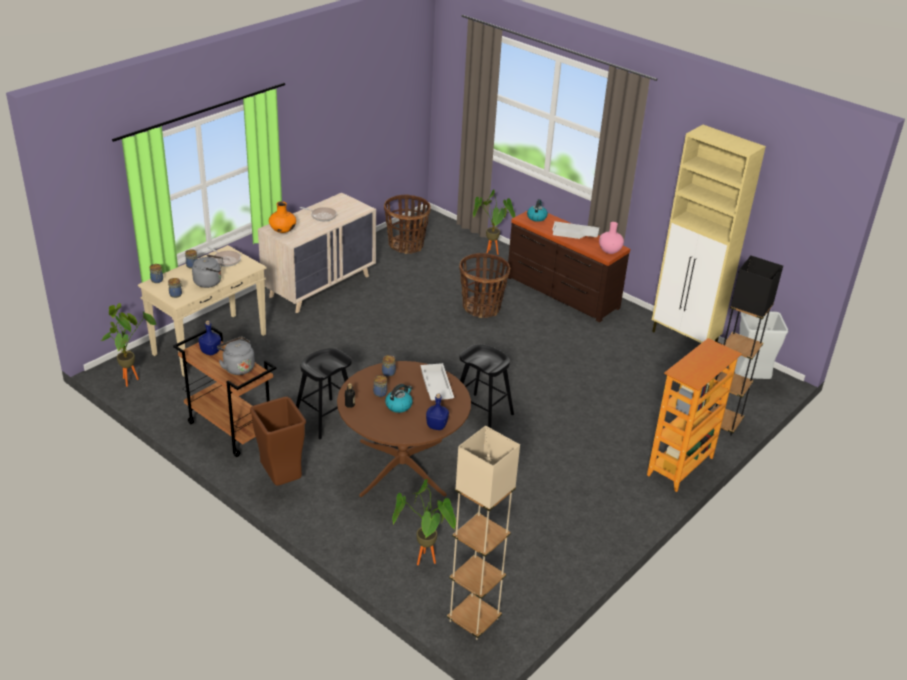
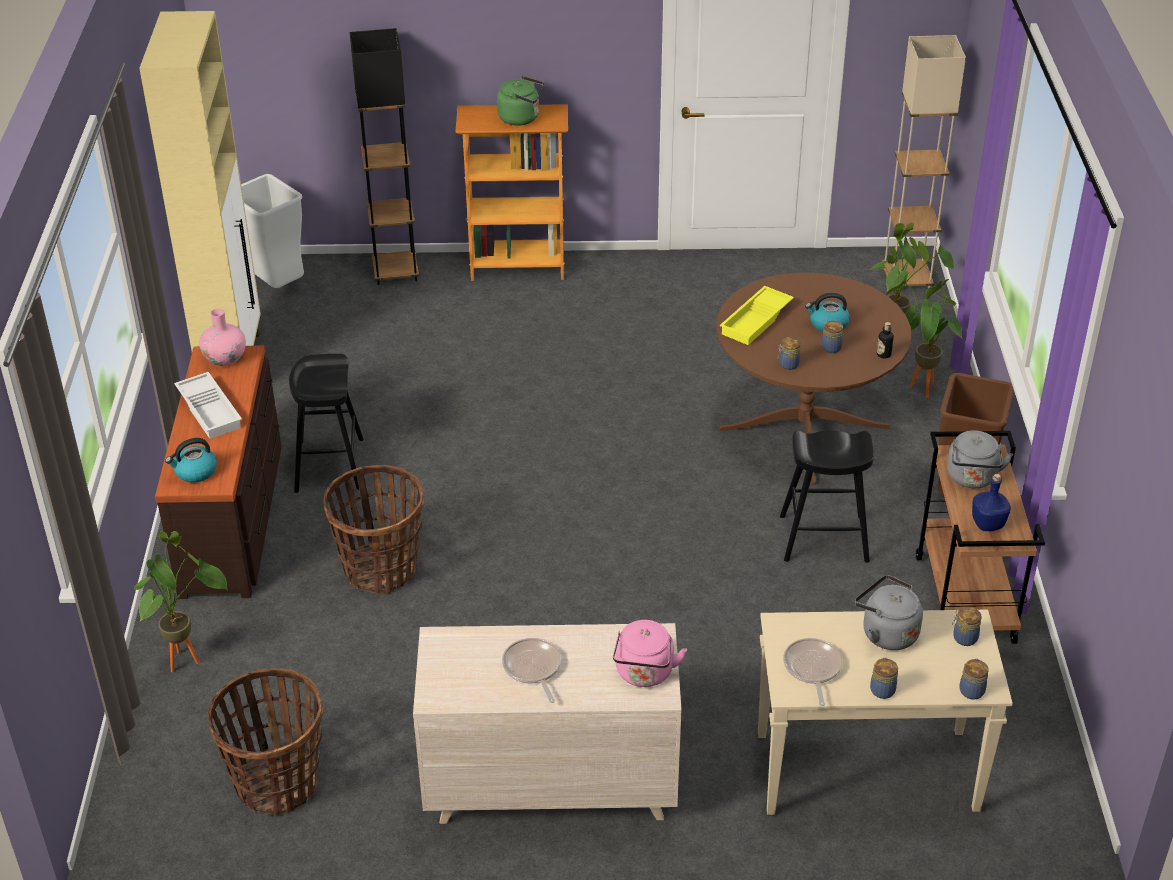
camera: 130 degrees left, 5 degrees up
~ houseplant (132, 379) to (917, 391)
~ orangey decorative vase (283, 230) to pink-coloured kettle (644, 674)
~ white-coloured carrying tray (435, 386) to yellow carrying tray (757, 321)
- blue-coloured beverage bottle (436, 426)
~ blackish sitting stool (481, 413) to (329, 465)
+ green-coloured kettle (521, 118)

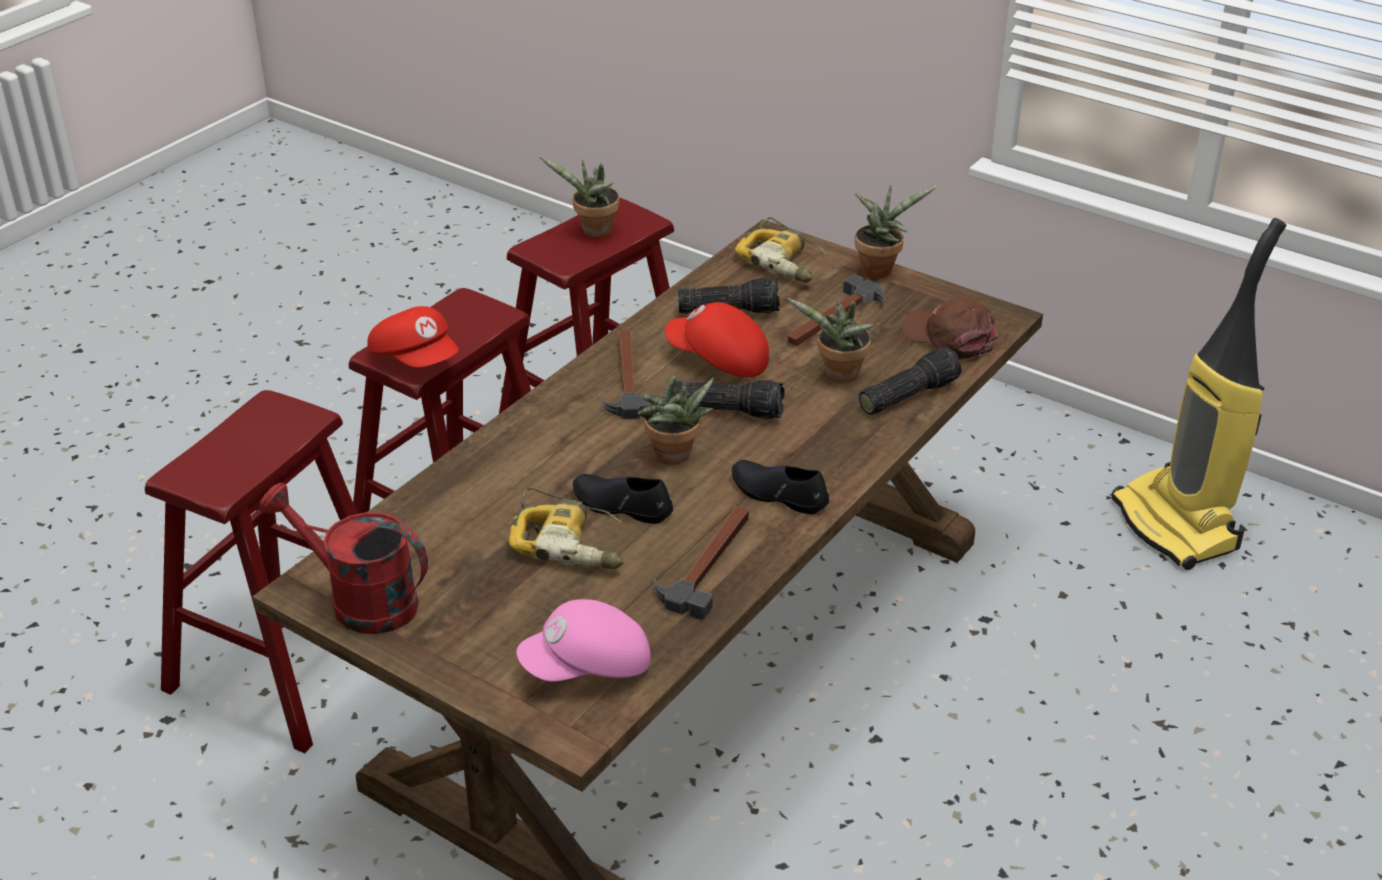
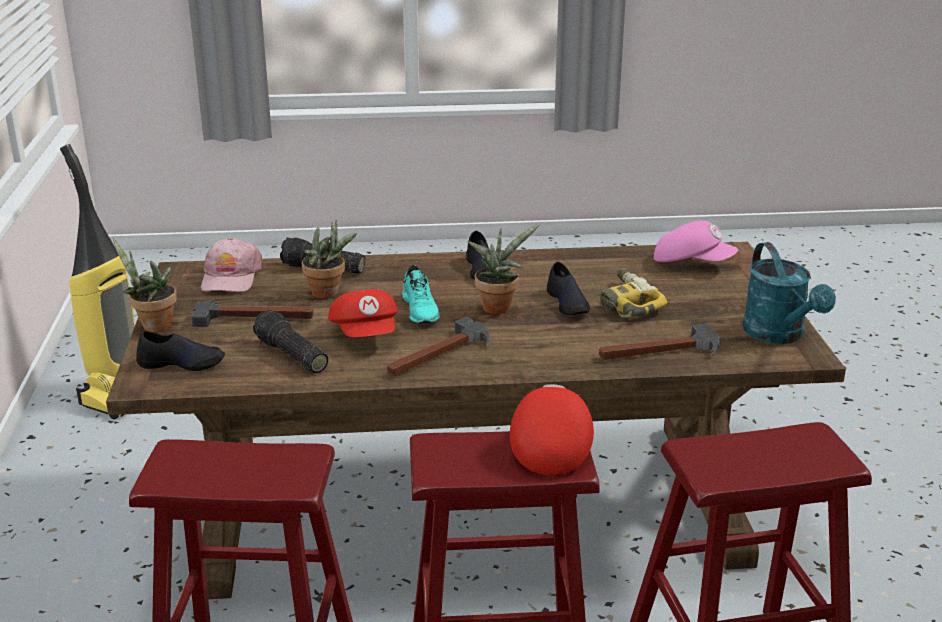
camera: 130 degrees left, 10 degrees down
~ red-coloured watering pot (360, 601) to blue-green watering pot (779, 335)
- houseplant (593, 232)
~ hand hammer (708, 563) to (659, 352)
~ flashlight (729, 410) to blue-green shoe (421, 310)
~ power drill (784, 261) to blackish shoe (182, 363)
~ brown peaked cap (949, 337) to pink-coloured peaked cap (231, 277)

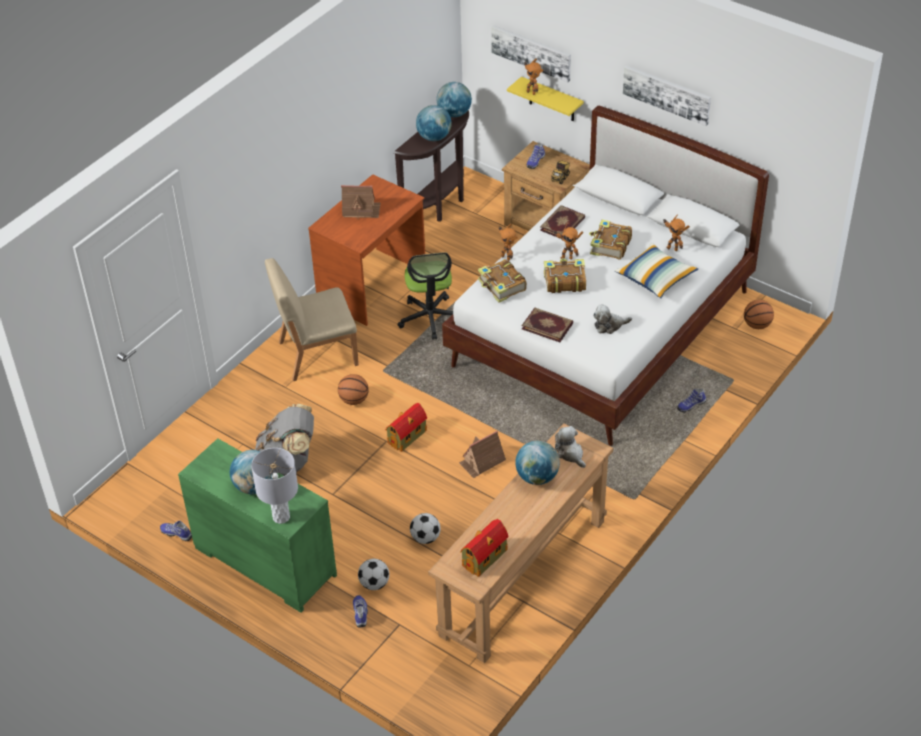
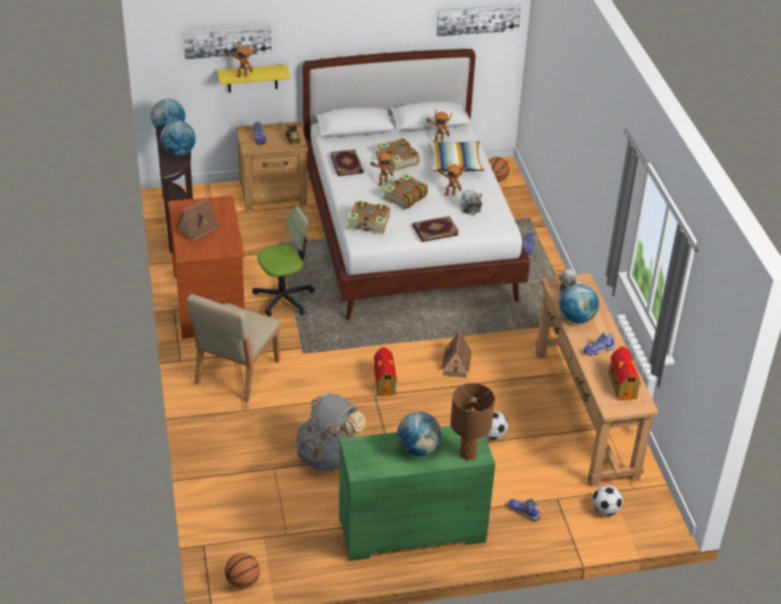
camera: 50 degrees left, 5 degrees down
~ shoe (177, 533) to (598, 349)
~ gray lamp for a table (281, 517) to brown lamp for a table (468, 454)
~ ball for basketball (354, 400) to (243, 582)
~ football (374, 584) to (605, 510)
~ desk chair (430, 317) = (284, 298) 60 degrees counterclockwise
~ model robot (506, 257) to (449, 193)
~ wall art (667, 94) to (478, 19)

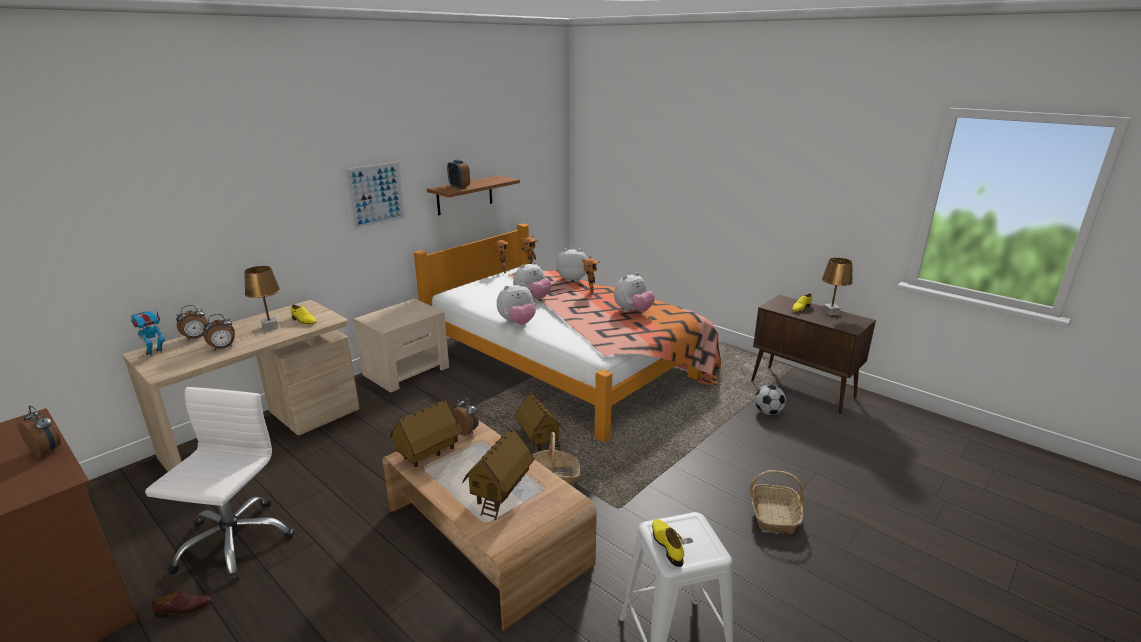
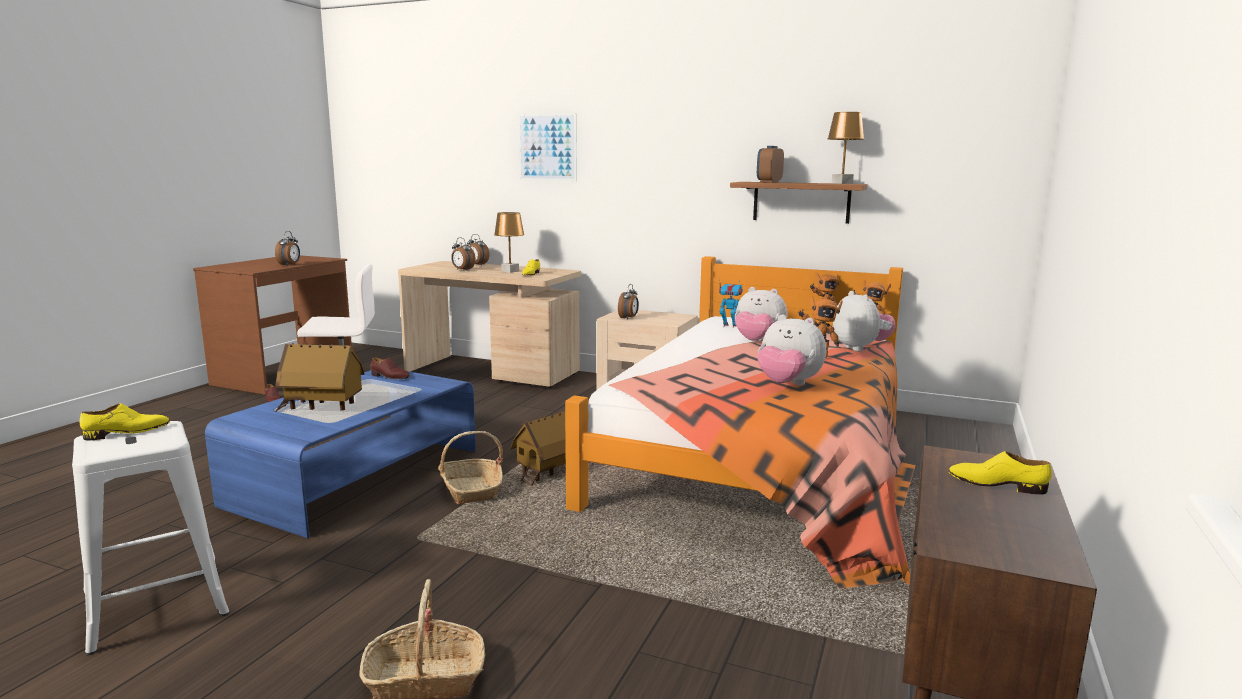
camera: 70 degrees right, 10 degrees down
~ model robot (155, 353) to (729, 326)
~ wall art (376, 195) to (547, 147)
~ brown coffee table (487, 536) to blue-coloured coffee table (357, 476)
~ model house (429, 454) to brown shoe (390, 377)
~ alarm clock (467, 431) to (628, 318)
- plush toy (517, 323)
- football (768, 412)
~ brown lamp for a table (830, 312) to (842, 183)

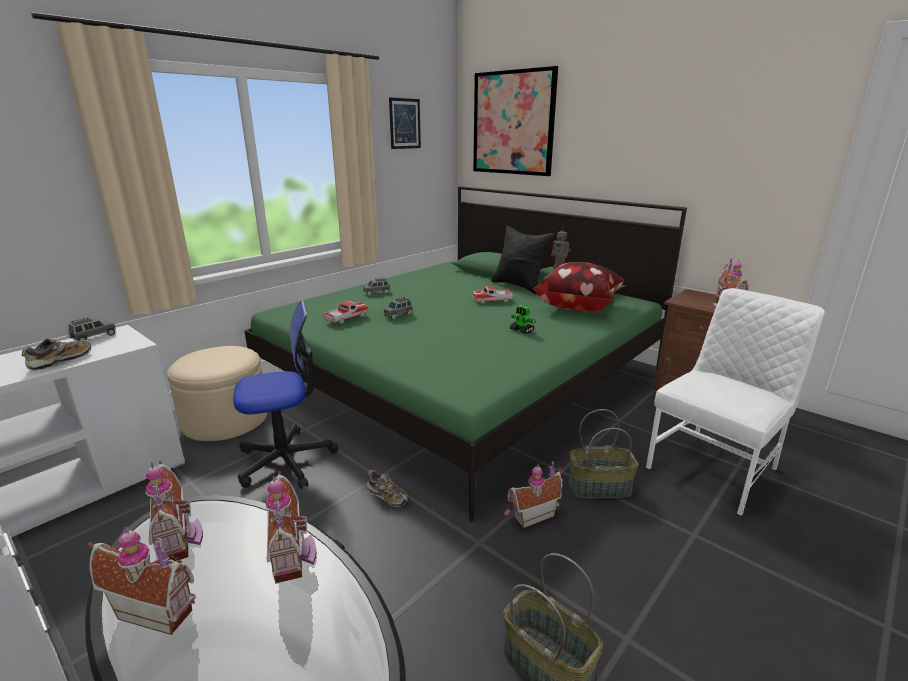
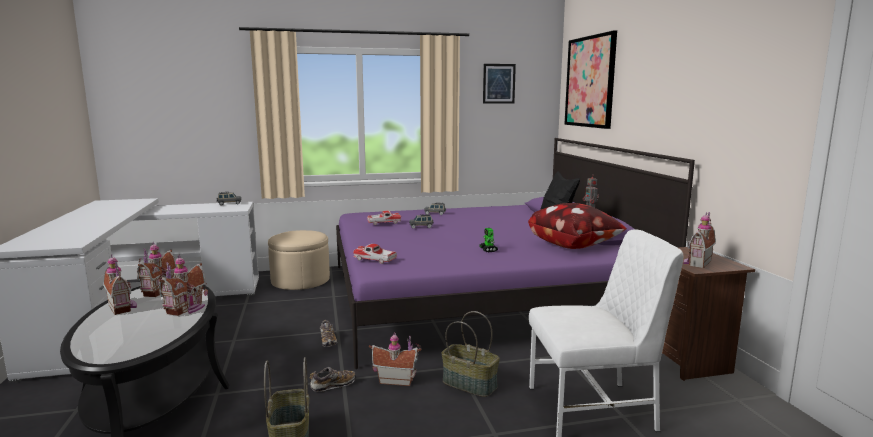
camera: 35 degrees right, 10 degrees down
~ shoe (61, 361) to (333, 385)
- desk chair (286, 460)
~ green-coloured bed (463, 377) to purplish bed (480, 295)
~ miniature car (492, 300) to (375, 259)

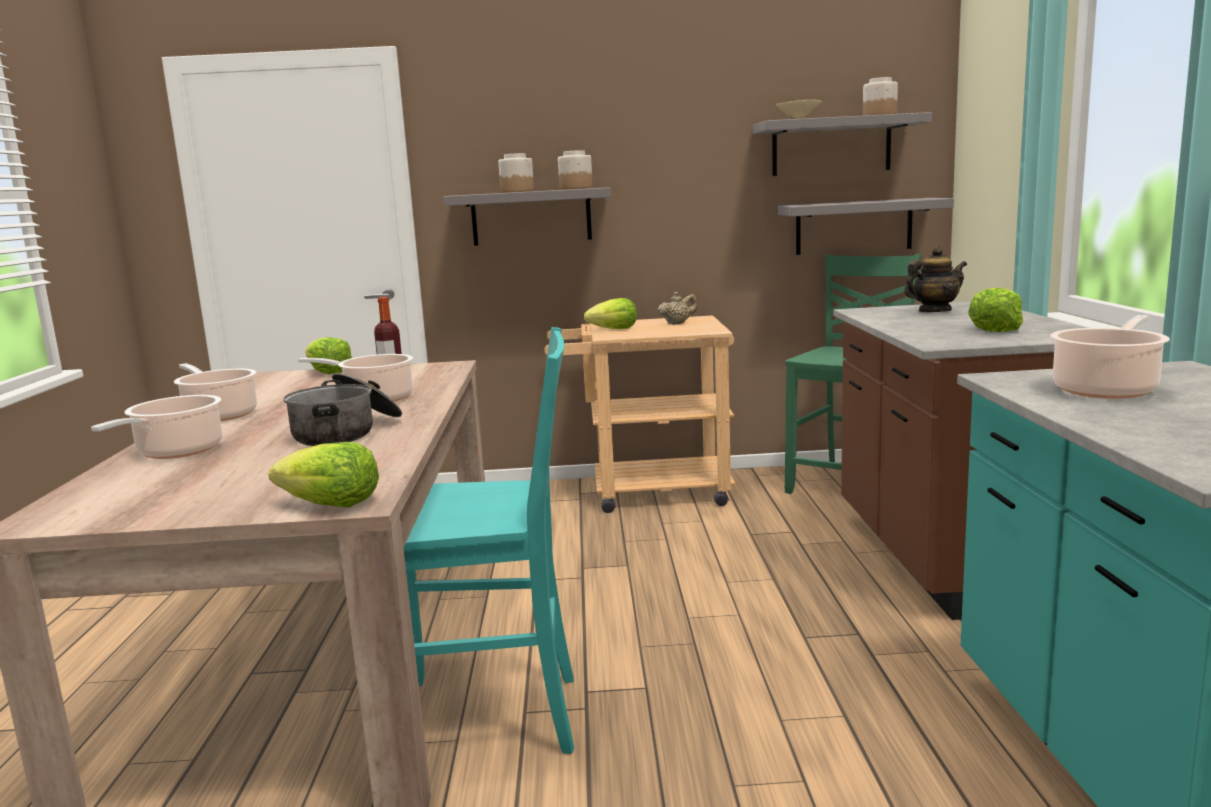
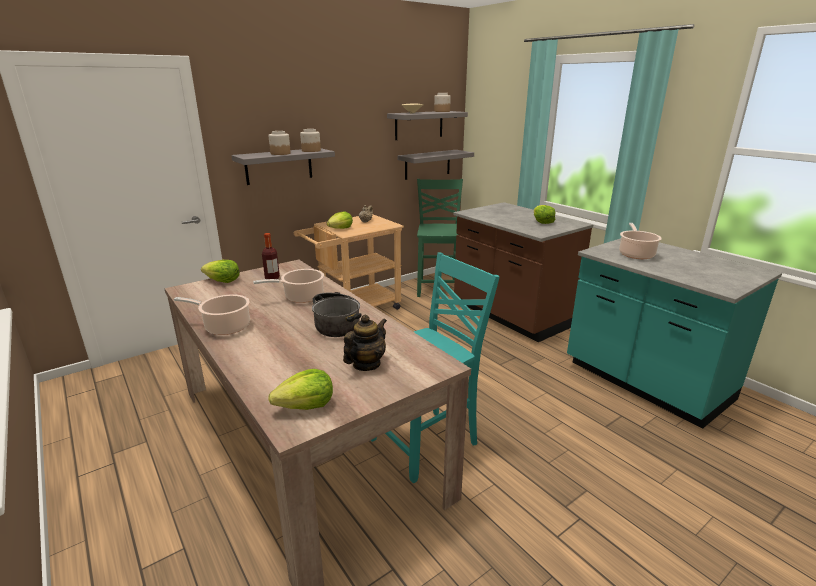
camera: 35 degrees left, 10 degrees up
- stockpot (176, 452)
~ head of lettuce (331, 504) to (306, 406)
~ pot for tea (934, 311) to (366, 364)

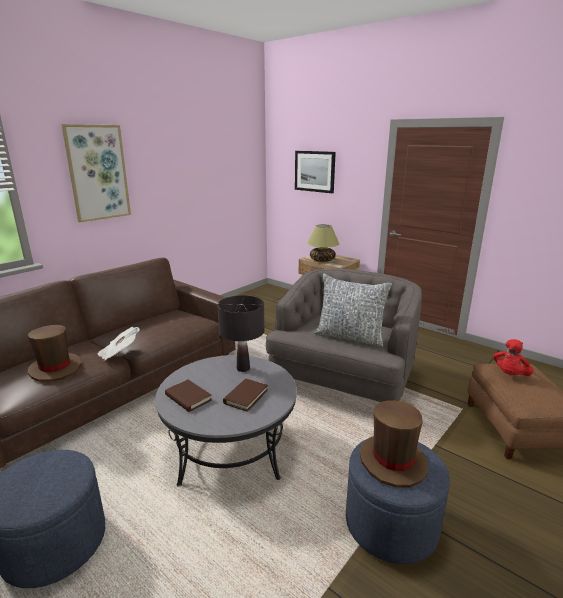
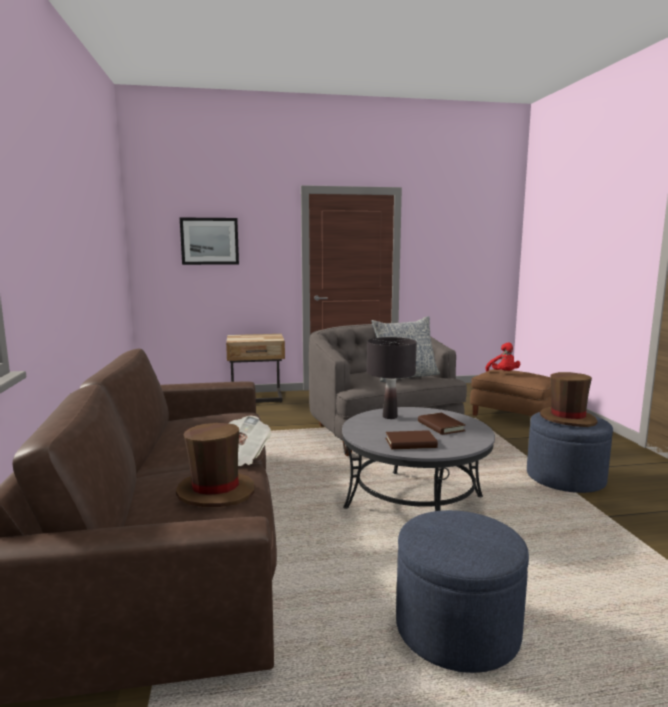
camera: 50 degrees left, 10 degrees down
- wall art (98, 173)
- lamp for a table (322, 260)

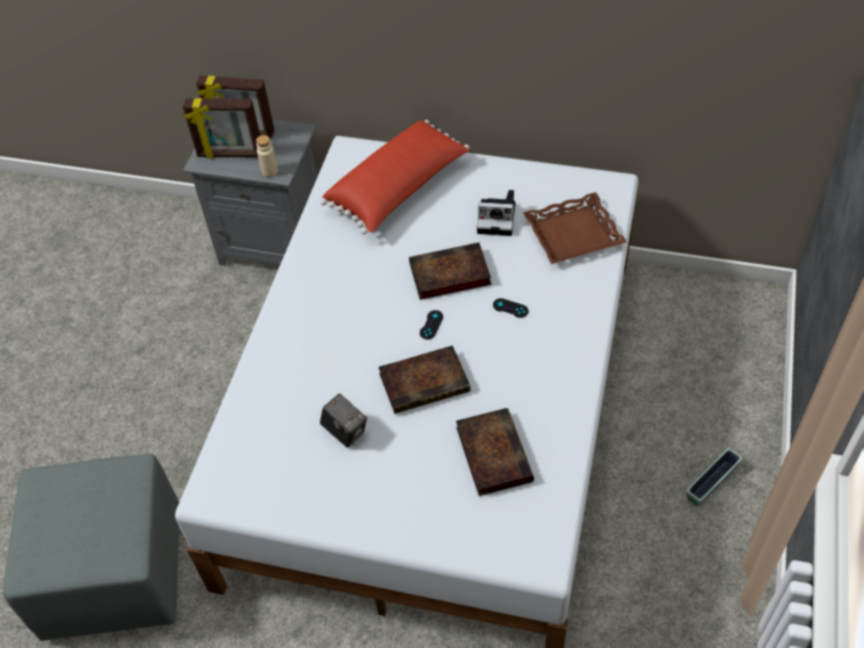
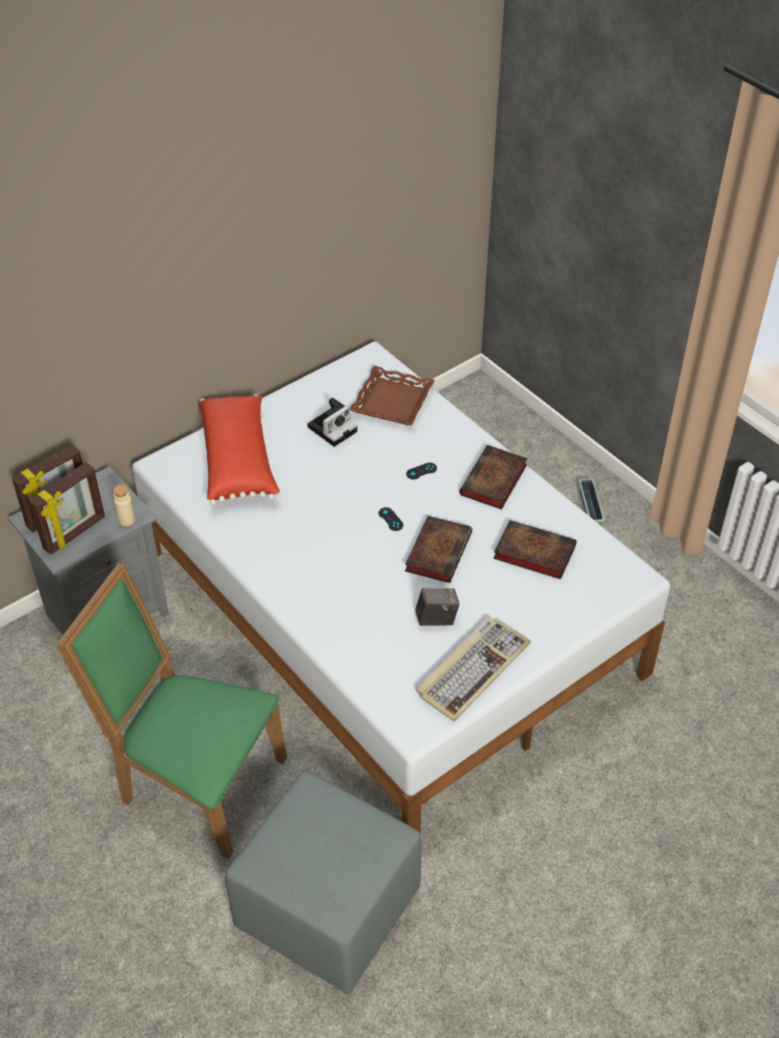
camera: 55 degrees left, 5 degrees down
~ bound book (448, 275) to (493, 482)
+ green-coloured plain chair (194, 781)
+ PC keyboard (472, 669)

